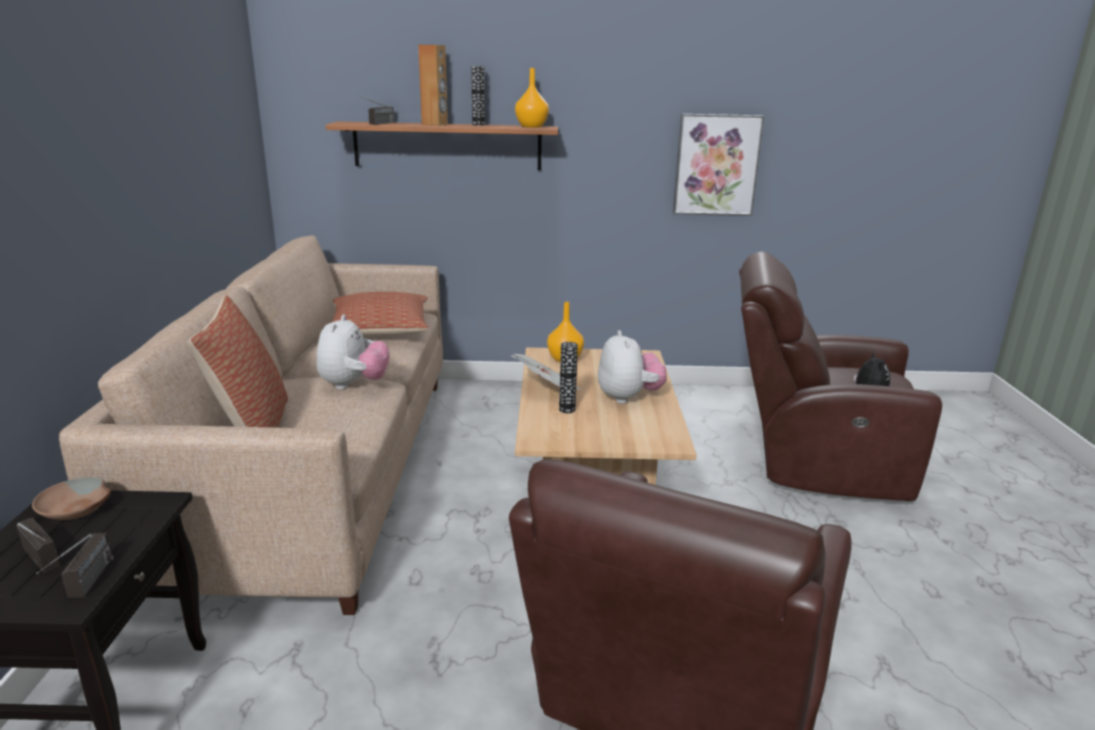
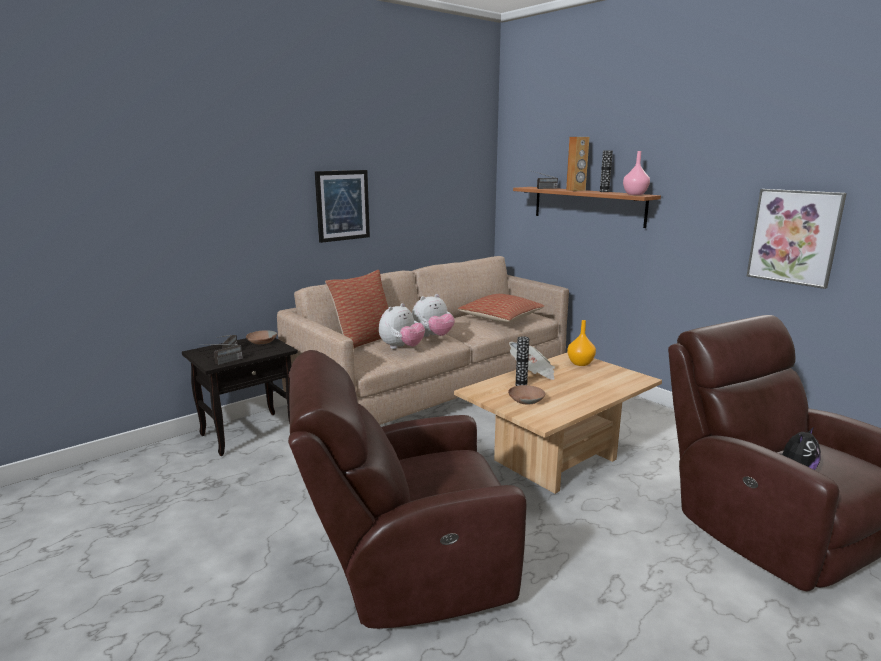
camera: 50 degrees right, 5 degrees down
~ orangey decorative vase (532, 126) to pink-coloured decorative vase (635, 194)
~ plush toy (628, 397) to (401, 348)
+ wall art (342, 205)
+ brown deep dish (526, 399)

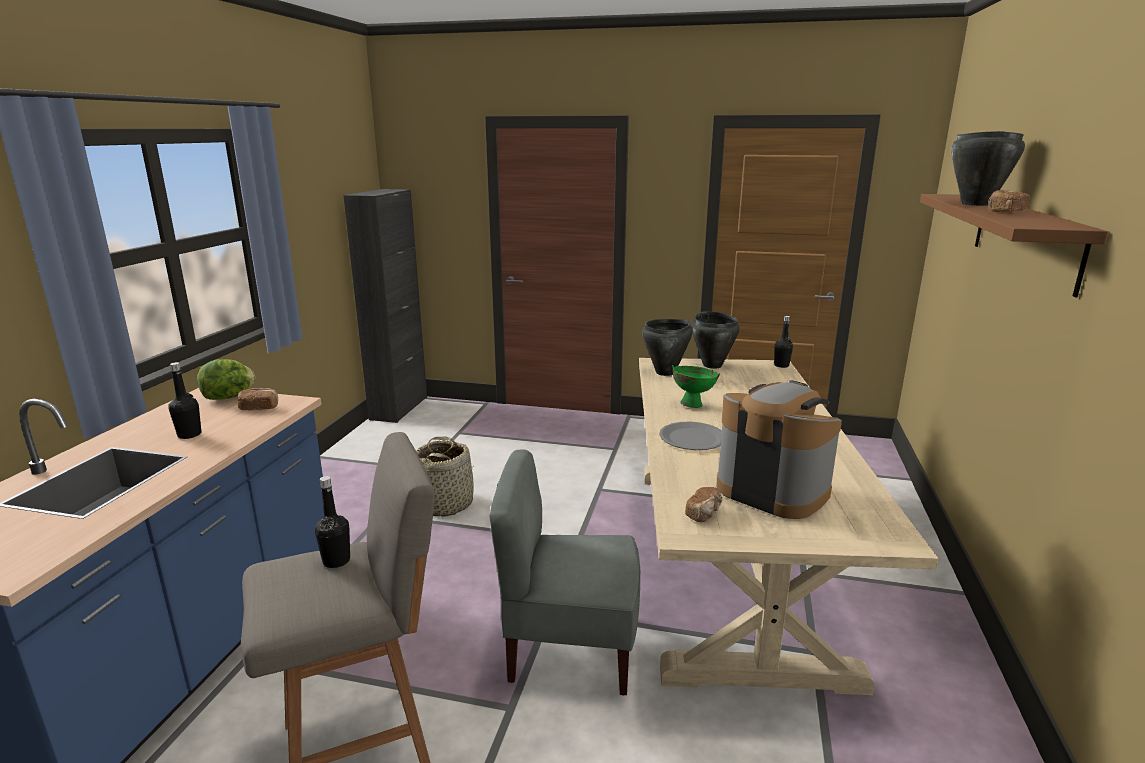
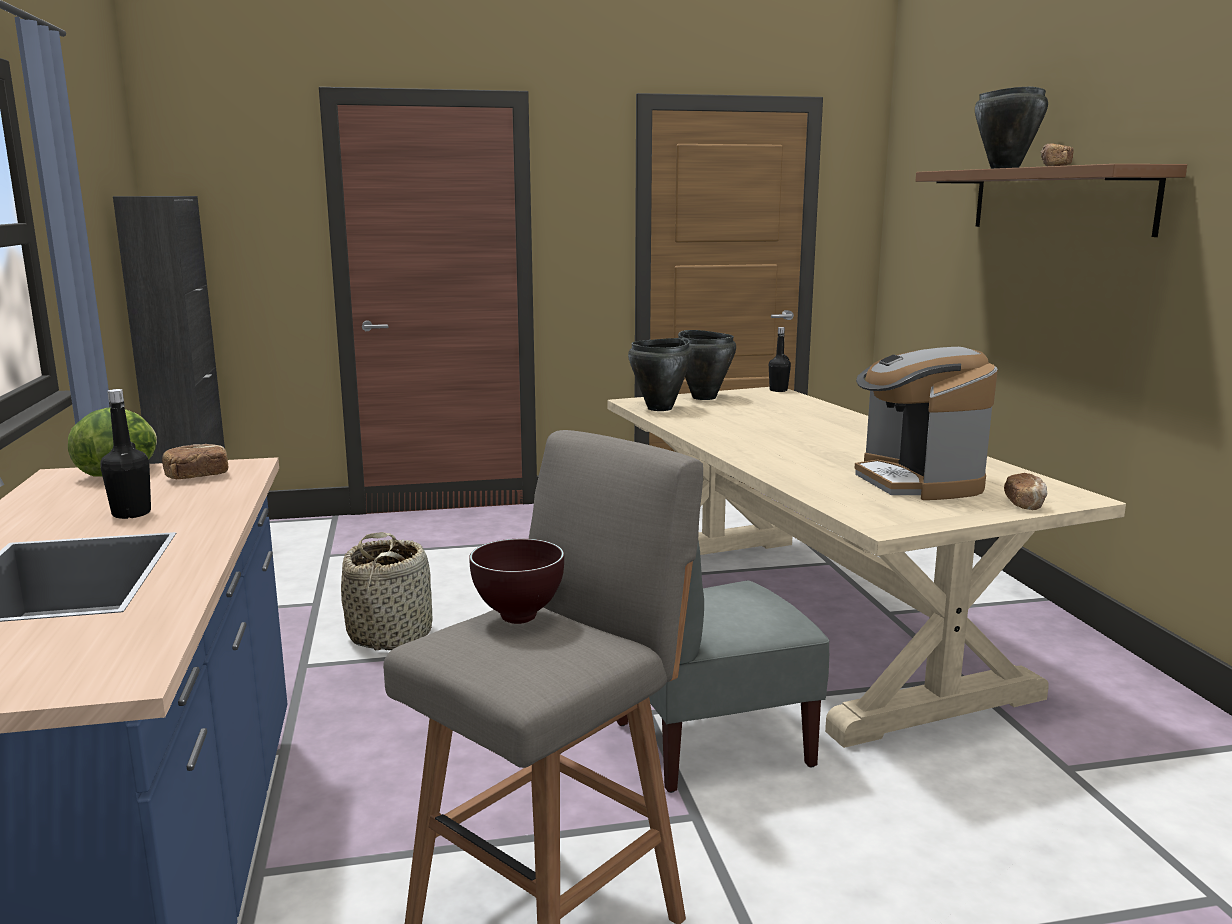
camera: 25 degrees left, 5 degrees down
~ blackish beverage bottle (336, 561) to brown deep dish (521, 618)
- gray dinner plate (692, 438)
- green-coloured deep dish (692, 404)
~ baked bread (704, 514) to (1025, 504)
~ coffee maker (771, 490) = (917, 482) 120 degrees counterclockwise

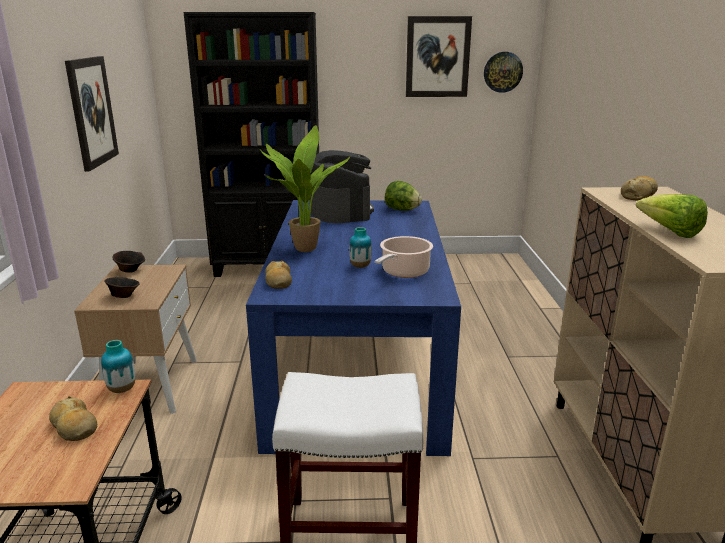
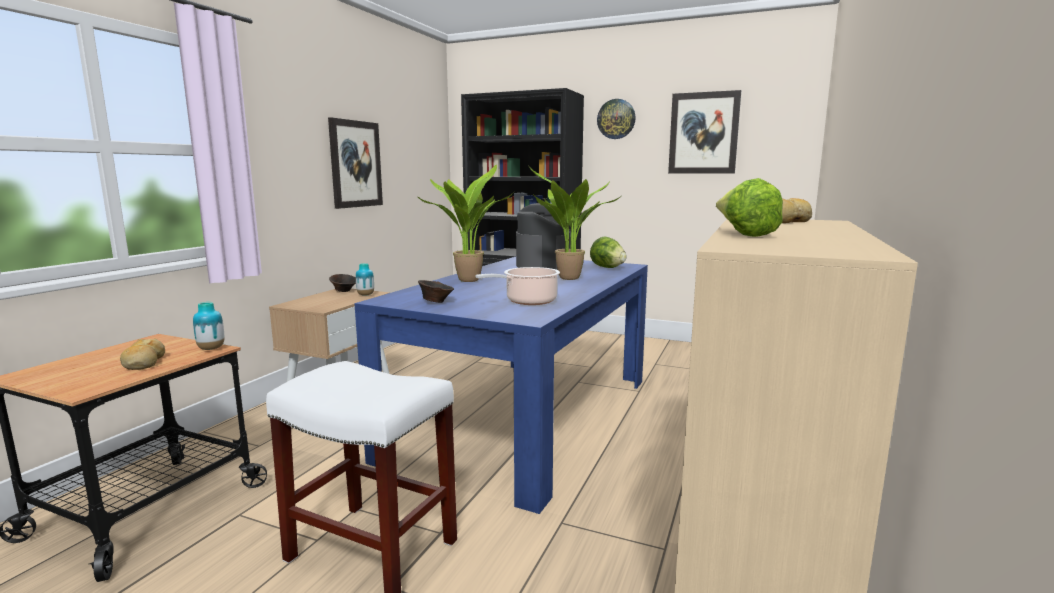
camera: 25 degrees right, 10 degrees down
~ brown deep dish (124, 296) to (436, 302)
- baked bread (278, 281)
~ decorative vase (360, 266) to (365, 295)
~ clock on the wall (503, 72) to (616, 119)
+ houseplant (568, 279)

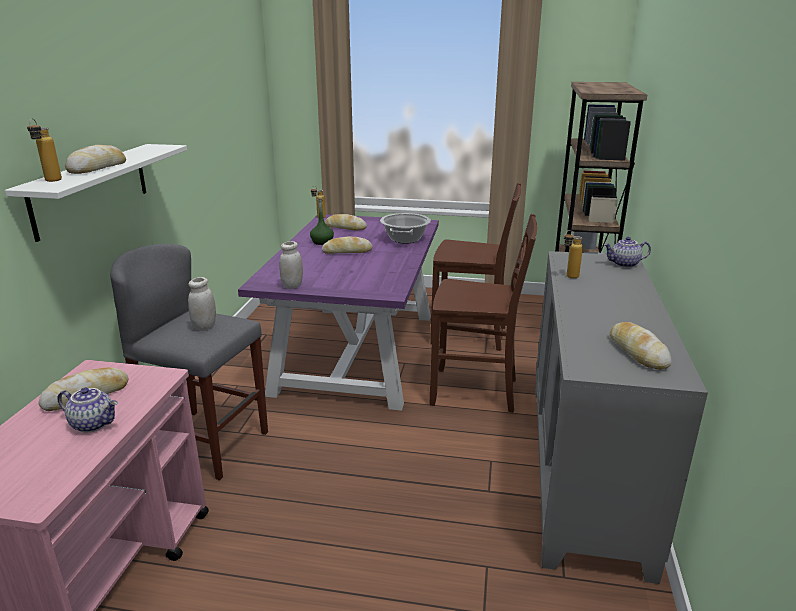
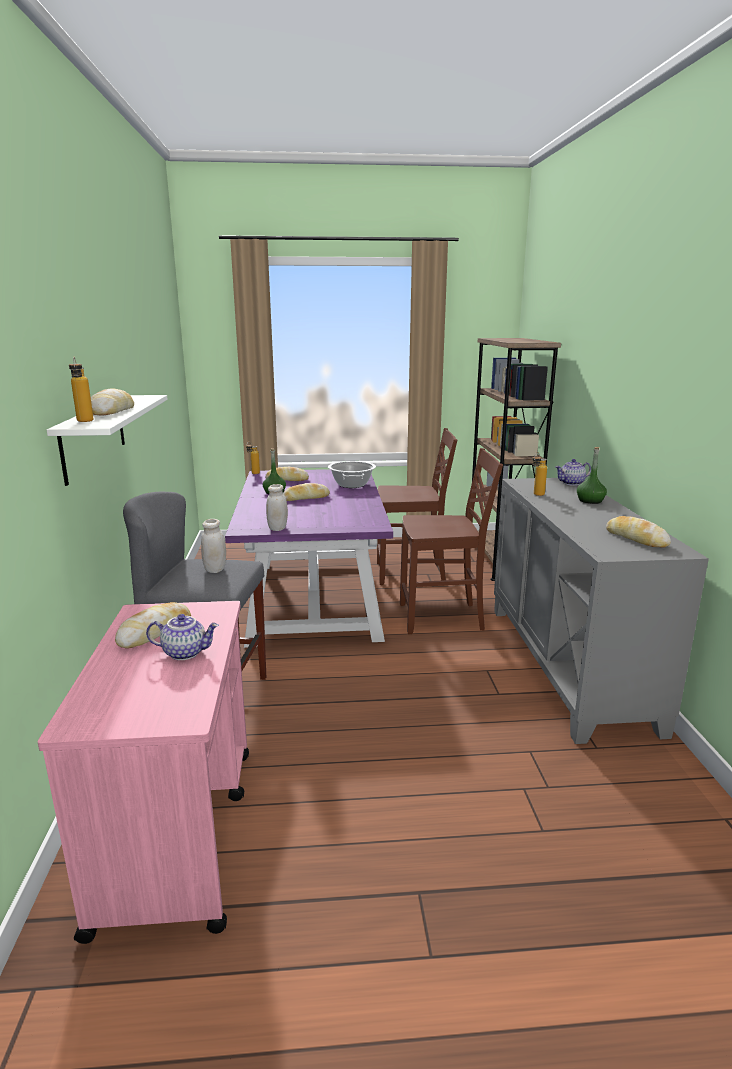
camera: 15 degrees left, 5 degrees down
+ green-coloured beverage bottle (590, 501)

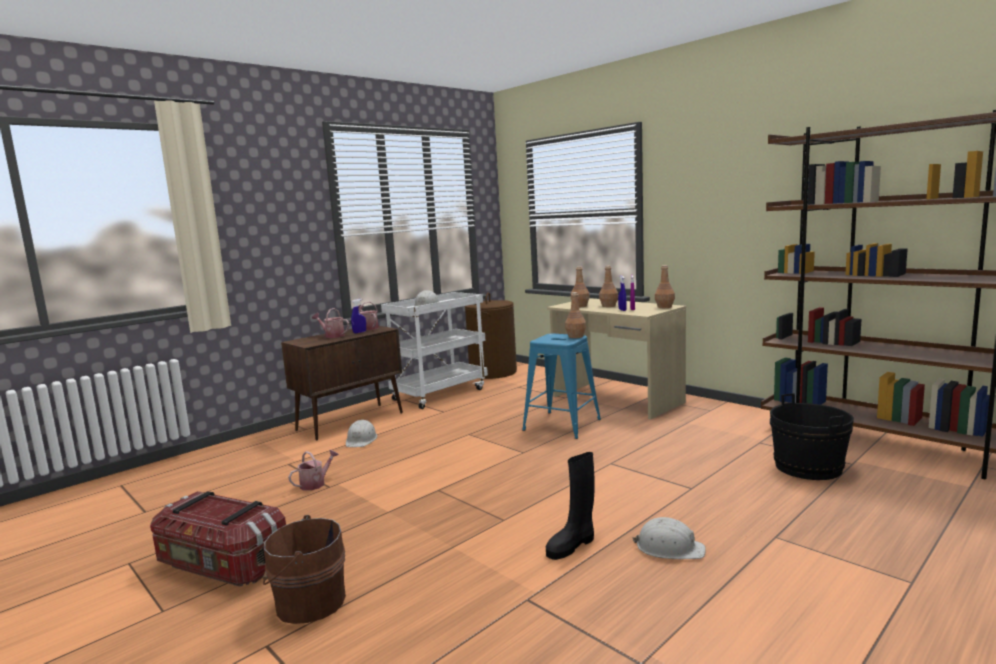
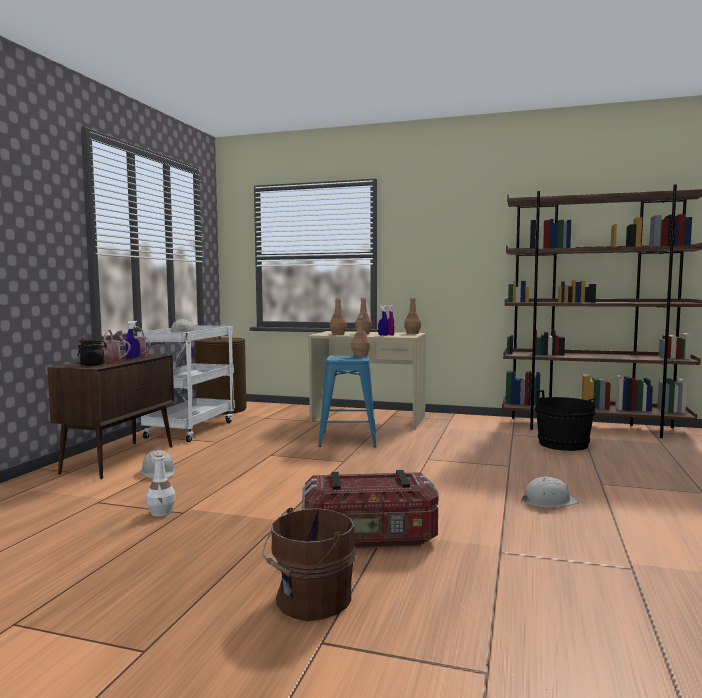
camera: 30 degrees left, 5 degrees down
~ storage box (222, 565) to (370, 538)
~ watering pot (315, 483) to white-coloured beverage bottle (161, 512)
- blackish tall boot (572, 545)
+ blackish jar (93, 364)

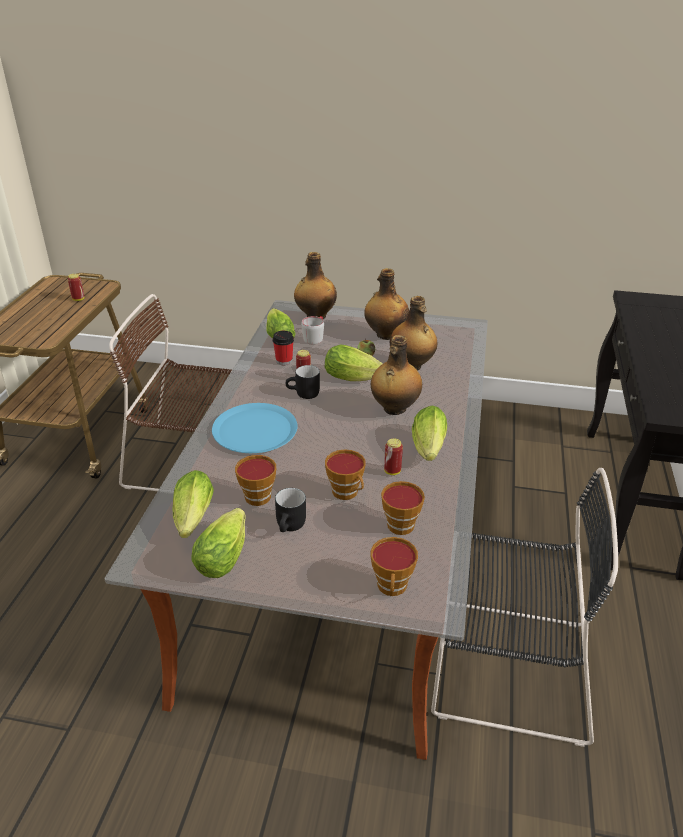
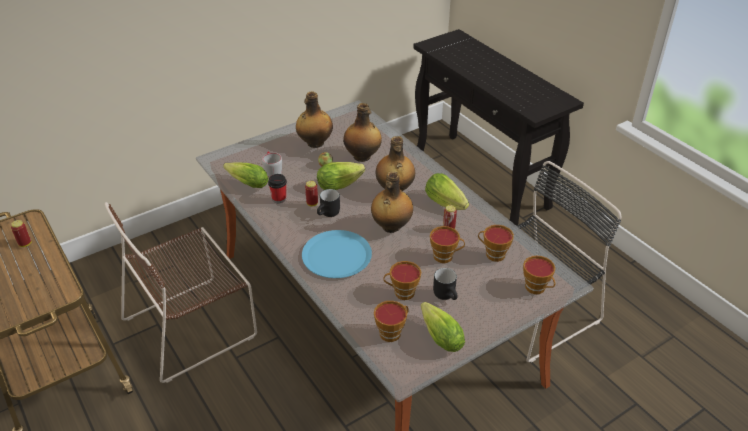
camera: 45 degrees left, 5 degrees up
~ head of lettuce (192, 520) to cup (392, 332)
~ beverage bottle (315, 316) to (391, 227)

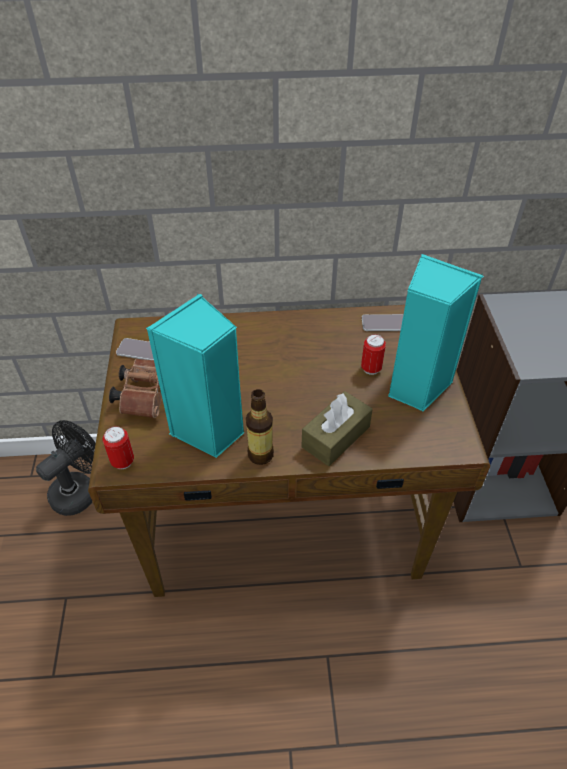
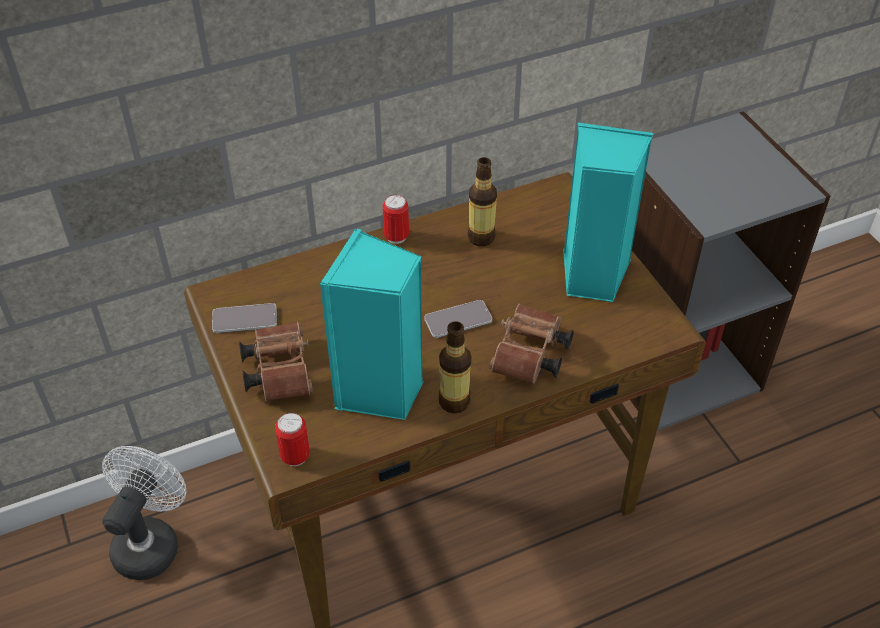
camera: 20 degrees left, 0 degrees up
~ blackish electric fan (79, 490) to white-coloured electric fan (150, 541)
~ brown tissue holder (336, 437) to brown field glasses (529, 357)
~ metal can (371, 368) to (396, 237)
~ phone (385, 323) to (458, 320)
+ beverage bottle (481, 237)

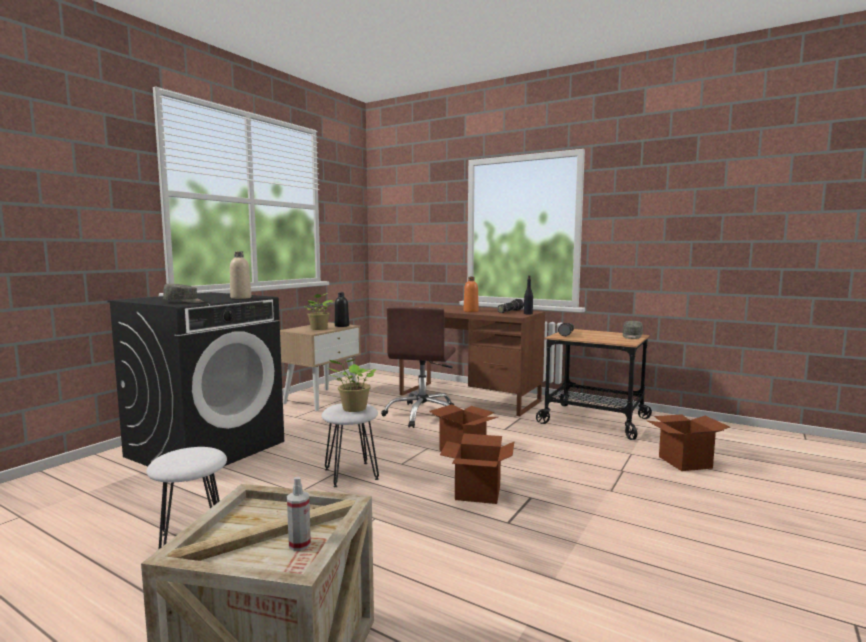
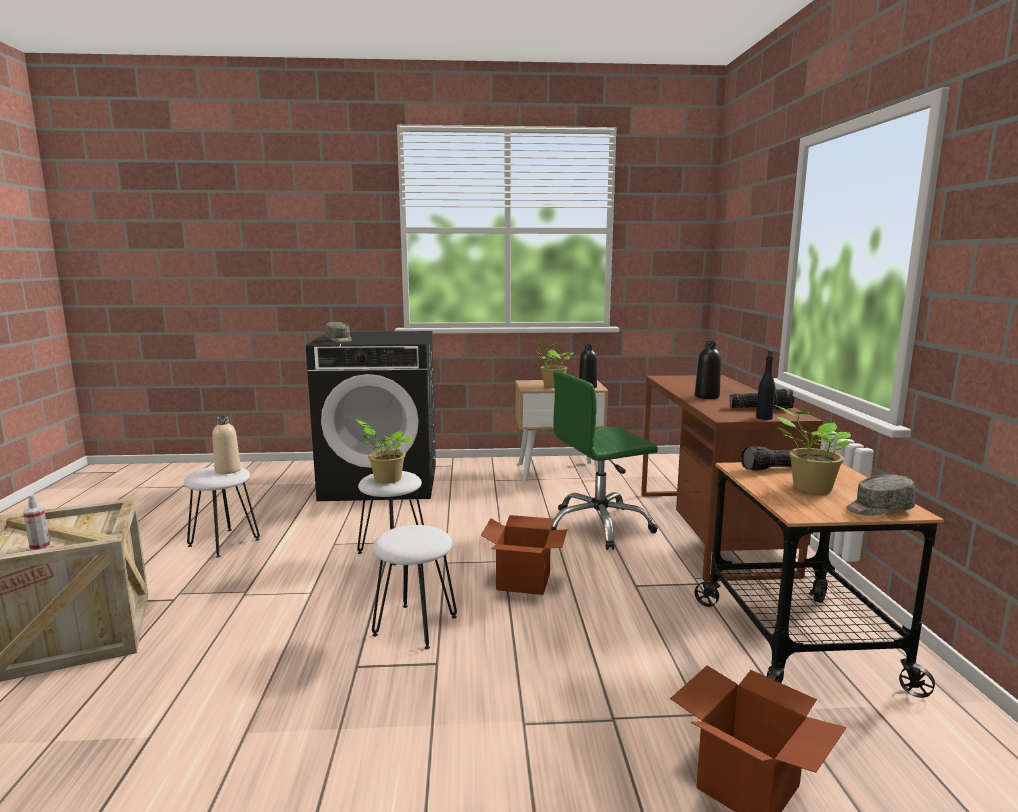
camera: 55 degrees right, 5 degrees up
~ beige beverage bottle (241, 298) to (228, 470)
~ brown desk chair (422, 415) to green-coloured desk chair (599, 526)
~ cardboard box (478, 492) to white-coloured sitting stool (416, 626)
~ orangey beverage bottle (470, 311) to blackish beverage bottle (707, 396)
+ houseplant (808, 488)

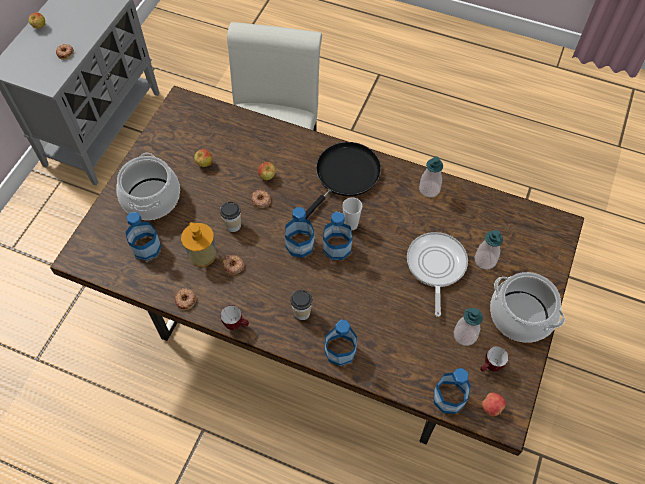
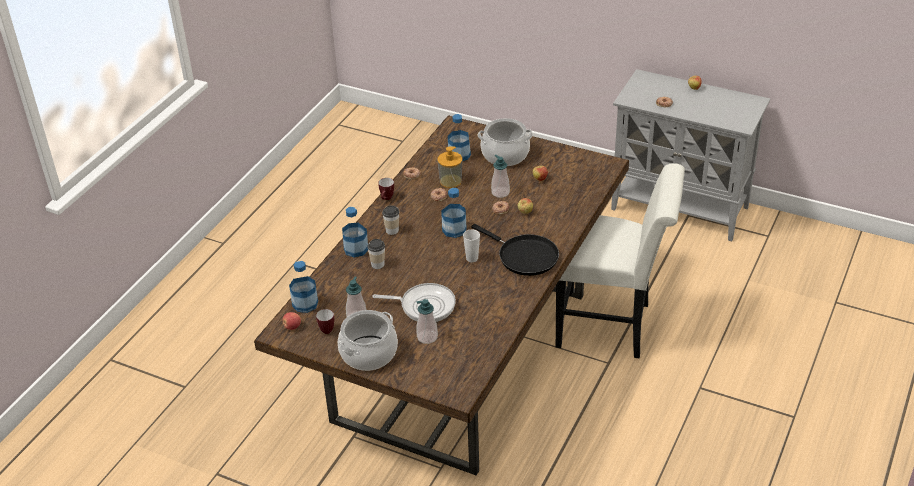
camera: 95 degrees right, 20 degrees down
~ cup (233, 225) to (377, 264)
- beverage bottle (337, 248)
~ liquid soap bottle (429, 189) to (500, 193)

